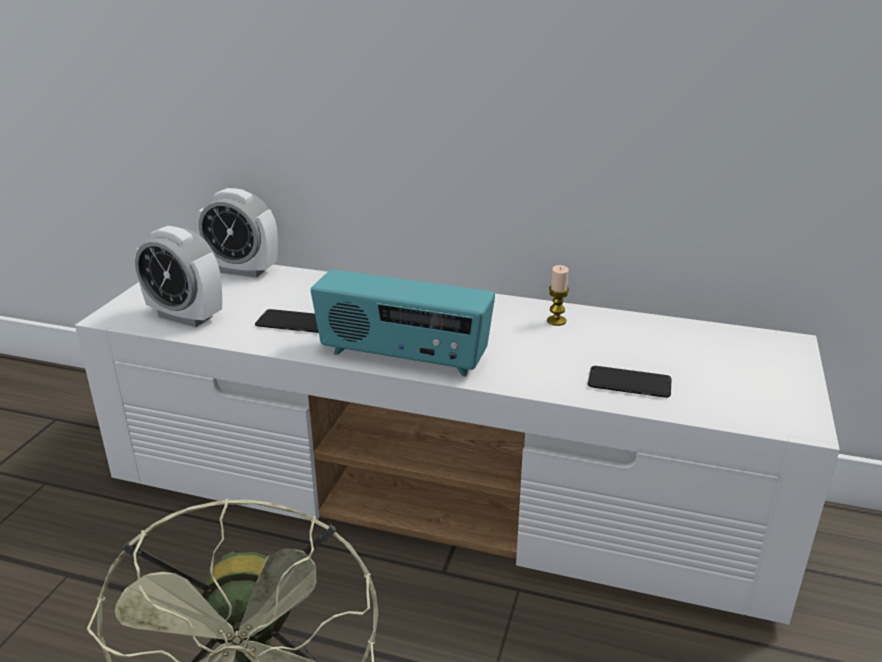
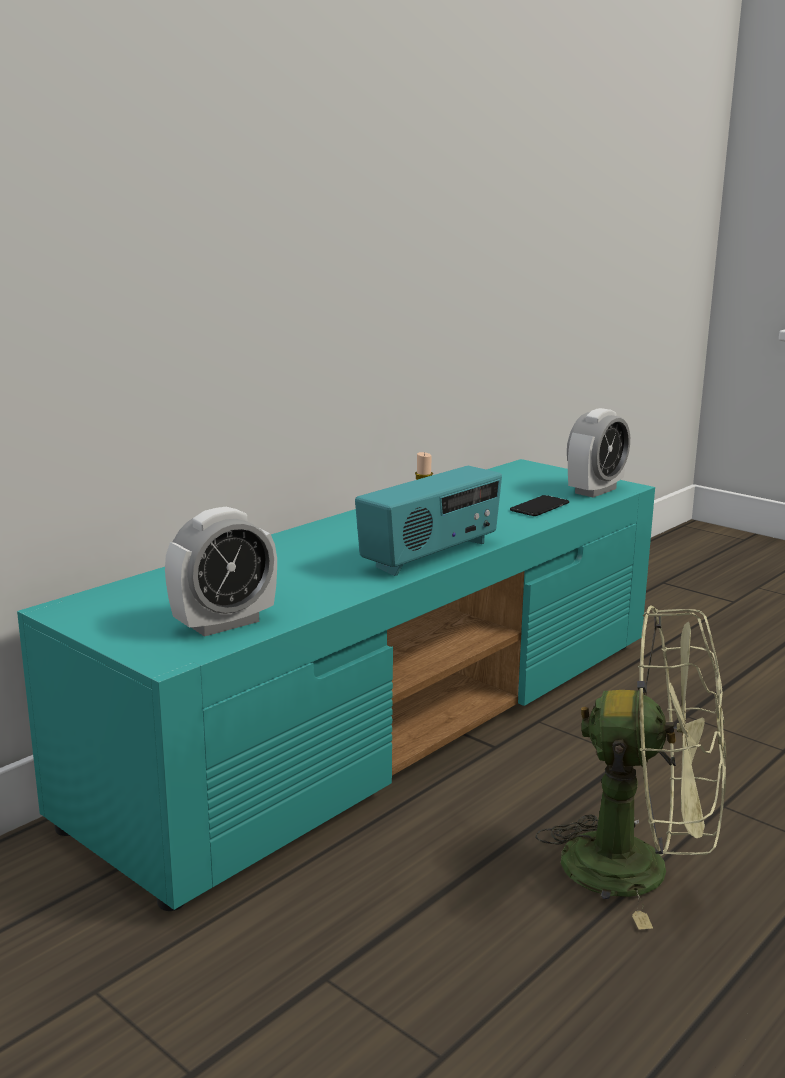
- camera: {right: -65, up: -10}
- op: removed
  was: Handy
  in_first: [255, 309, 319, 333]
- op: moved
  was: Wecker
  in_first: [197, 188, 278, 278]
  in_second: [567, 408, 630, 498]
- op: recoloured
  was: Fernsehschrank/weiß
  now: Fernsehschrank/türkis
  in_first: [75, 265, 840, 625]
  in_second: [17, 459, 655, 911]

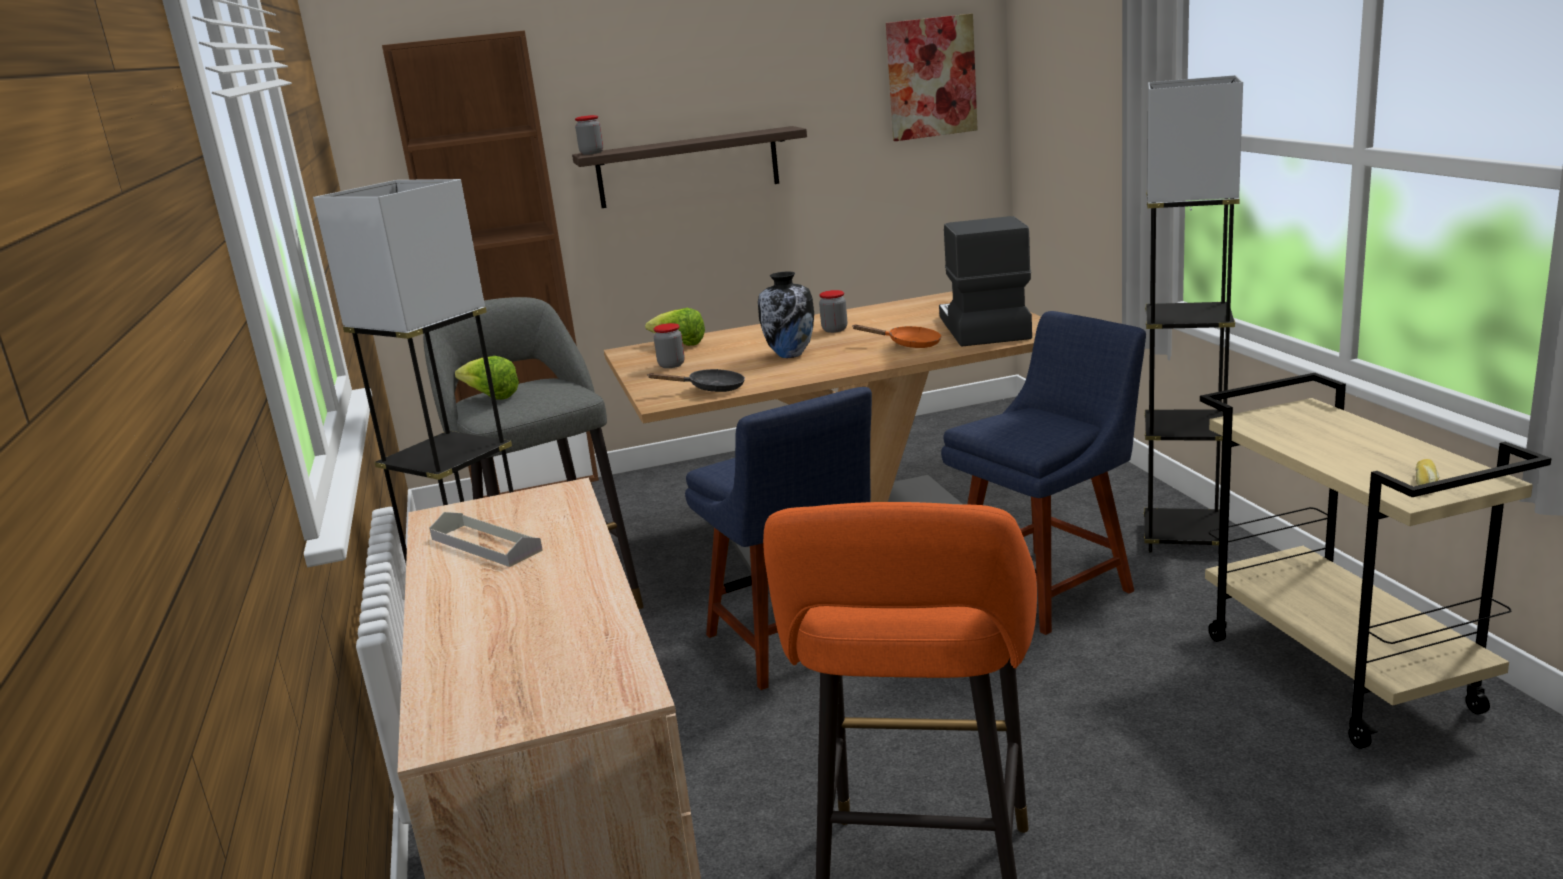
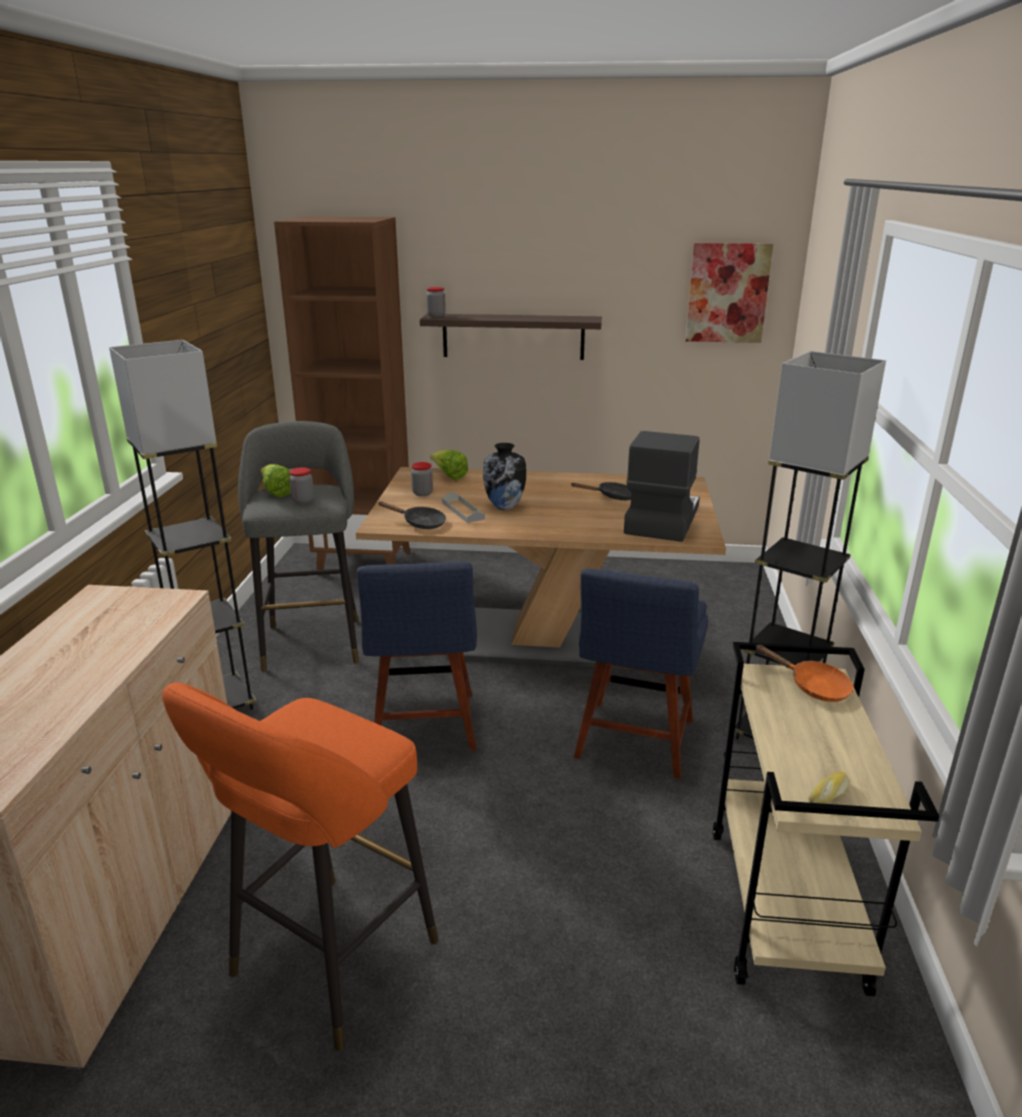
- camera: {right: 20, up: 5}
- op: added
  now: Pfanne/schwarz
  in_second: [571, 482, 631, 500]
- op: moved
  was: Tablett/grau
  in_first: [430, 512, 543, 567]
  in_second: [442, 492, 485, 523]
- op: moved
  was: Vorratsglas
  in_first: [819, 290, 847, 333]
  in_second: [289, 467, 314, 504]
- op: moved
  was: Pfanne/orange
  in_first: [852, 324, 942, 348]
  in_second: [755, 645, 854, 702]
- op: turned
  was: Stuhl/blau
  in_first: [941, 311, 1146, 635]
  in_second: [574, 569, 708, 779]
  clockwise: 120

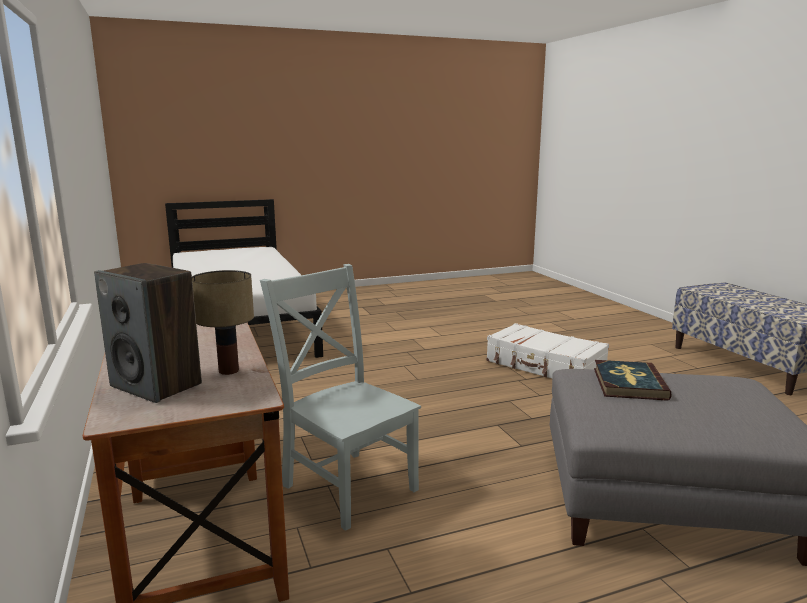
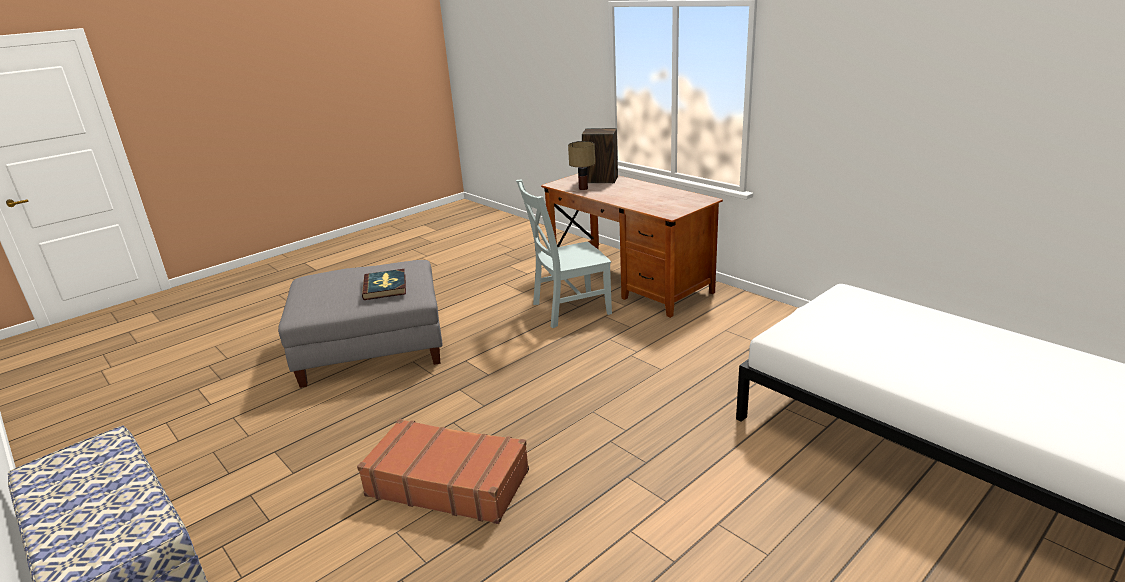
- camera: {right: 160, up: 10}
- op: recoloured
  was: Koffer/weiß
  now: Koffer/braun
  in_first: [486, 323, 609, 378]
  in_second: [357, 419, 529, 524]
- op: turned
  was: Stuhl/grau
  in_first: [260, 264, 421, 531]
  in_second: [516, 180, 612, 328]
  clockwise: 135

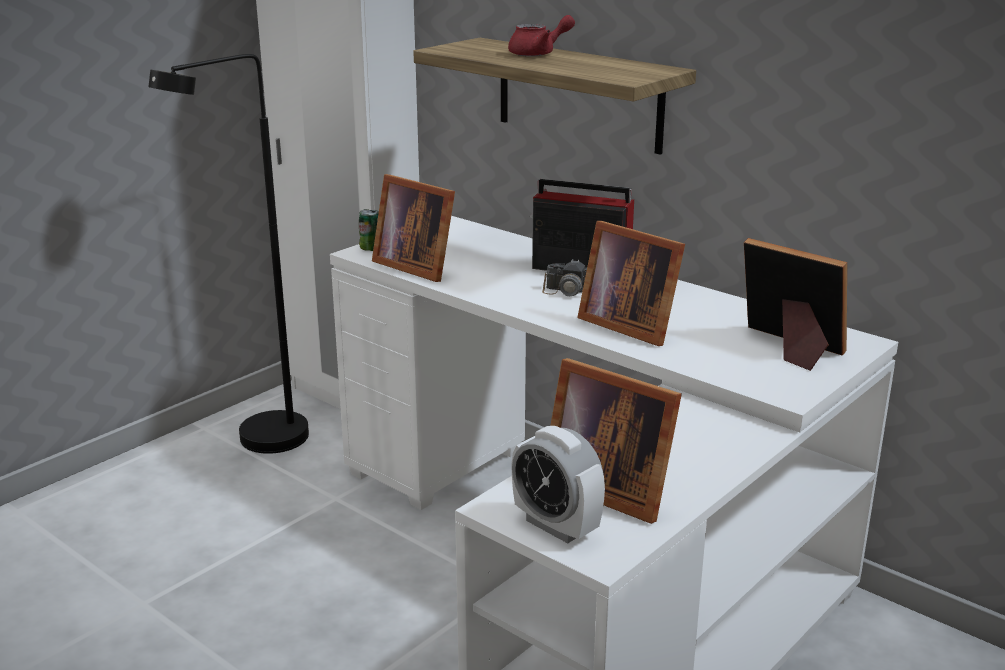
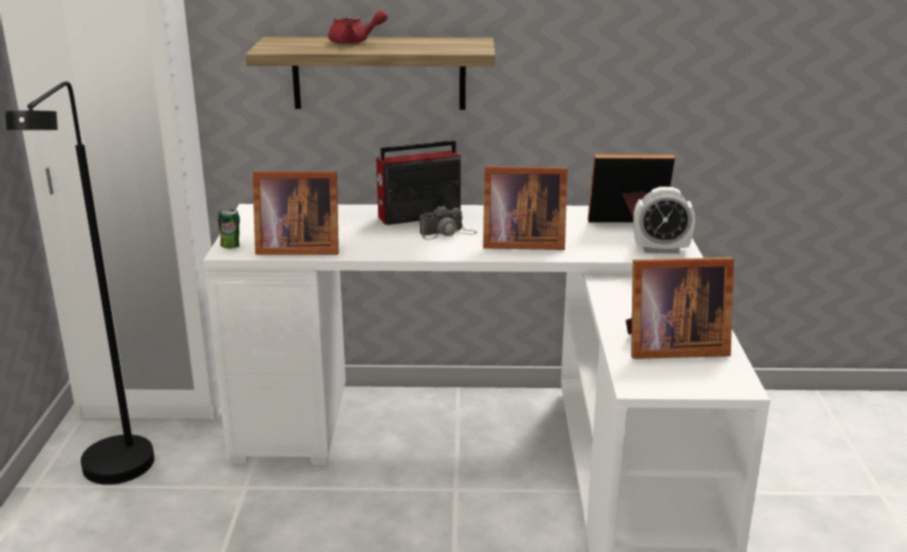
- camera: {right: -40, up: 0}
- op: moved
  was: Wecker
  in_first: [512, 426, 605, 543]
  in_second: [633, 187, 695, 254]
- op: turned
  was: Teekanne/rot
  in_first: [508, 15, 575, 57]
  in_second: [328, 10, 388, 44]
  clockwise: 60

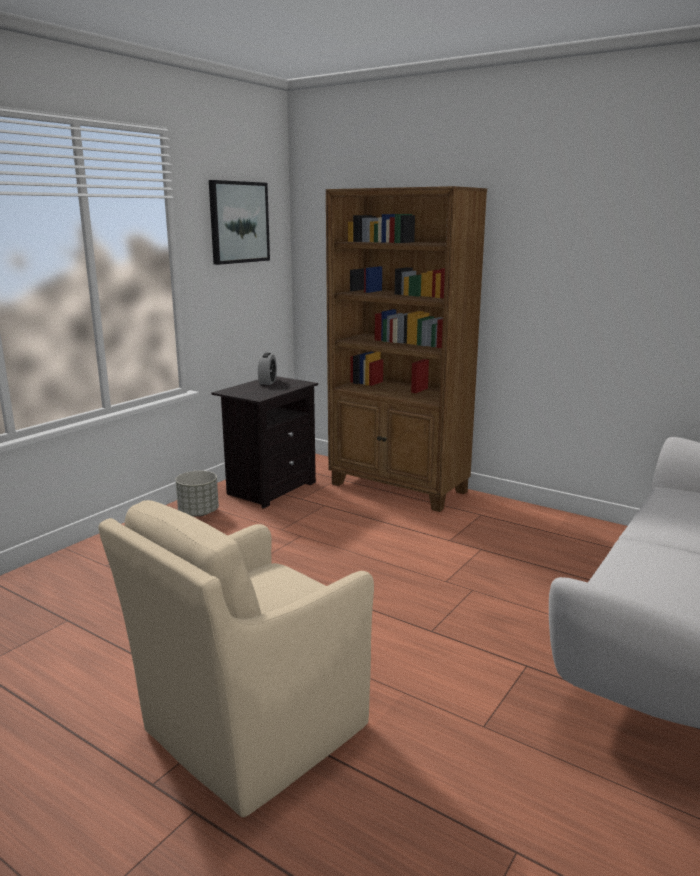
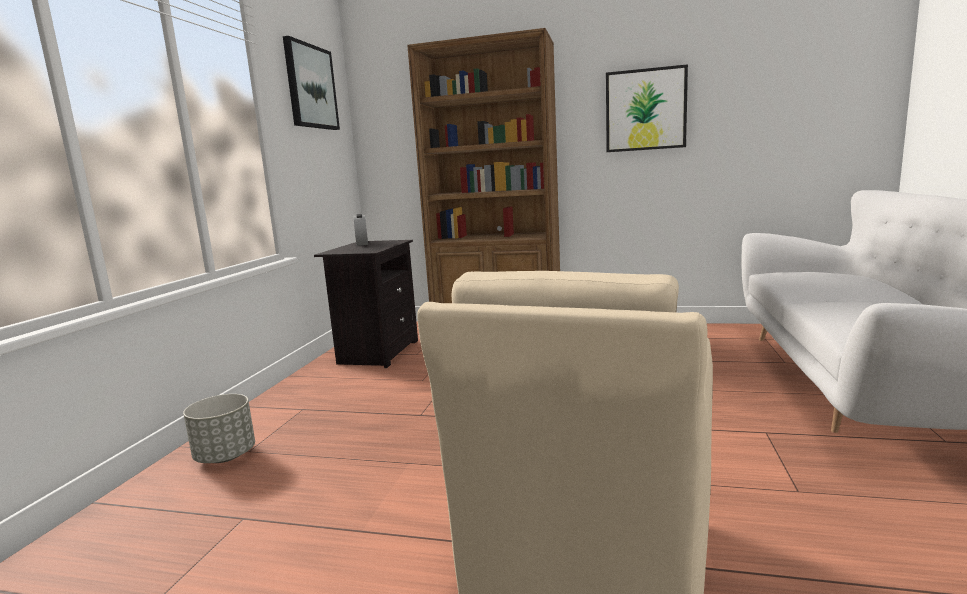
- camera: {right: -20, up: -5}
- op: added
  now: Bild
  in_second: [606, 64, 688, 152]
- op: moved
  was: Pflanzkübel/grau
  in_first: [175, 471, 219, 517]
  in_second: [183, 394, 255, 463]

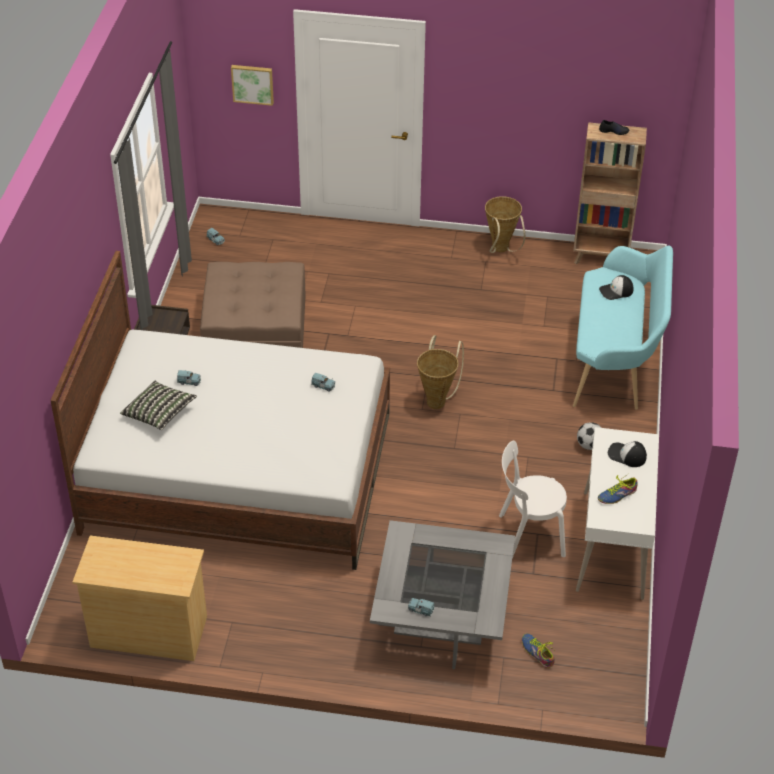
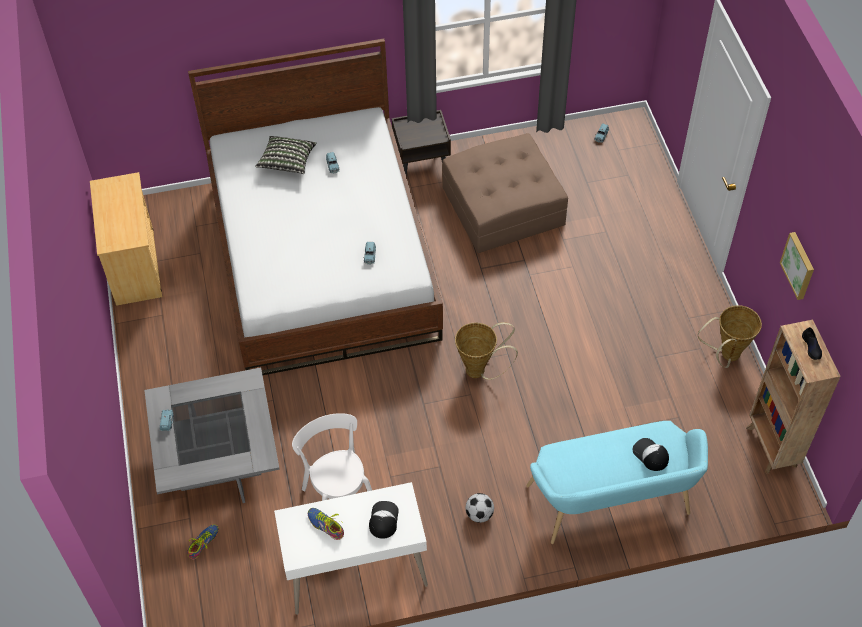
- camera: {right: 70, up: 10}
- op: moved
  was: Bild
  in_first: [231, 65, 274, 106]
  in_second: [780, 232, 814, 300]

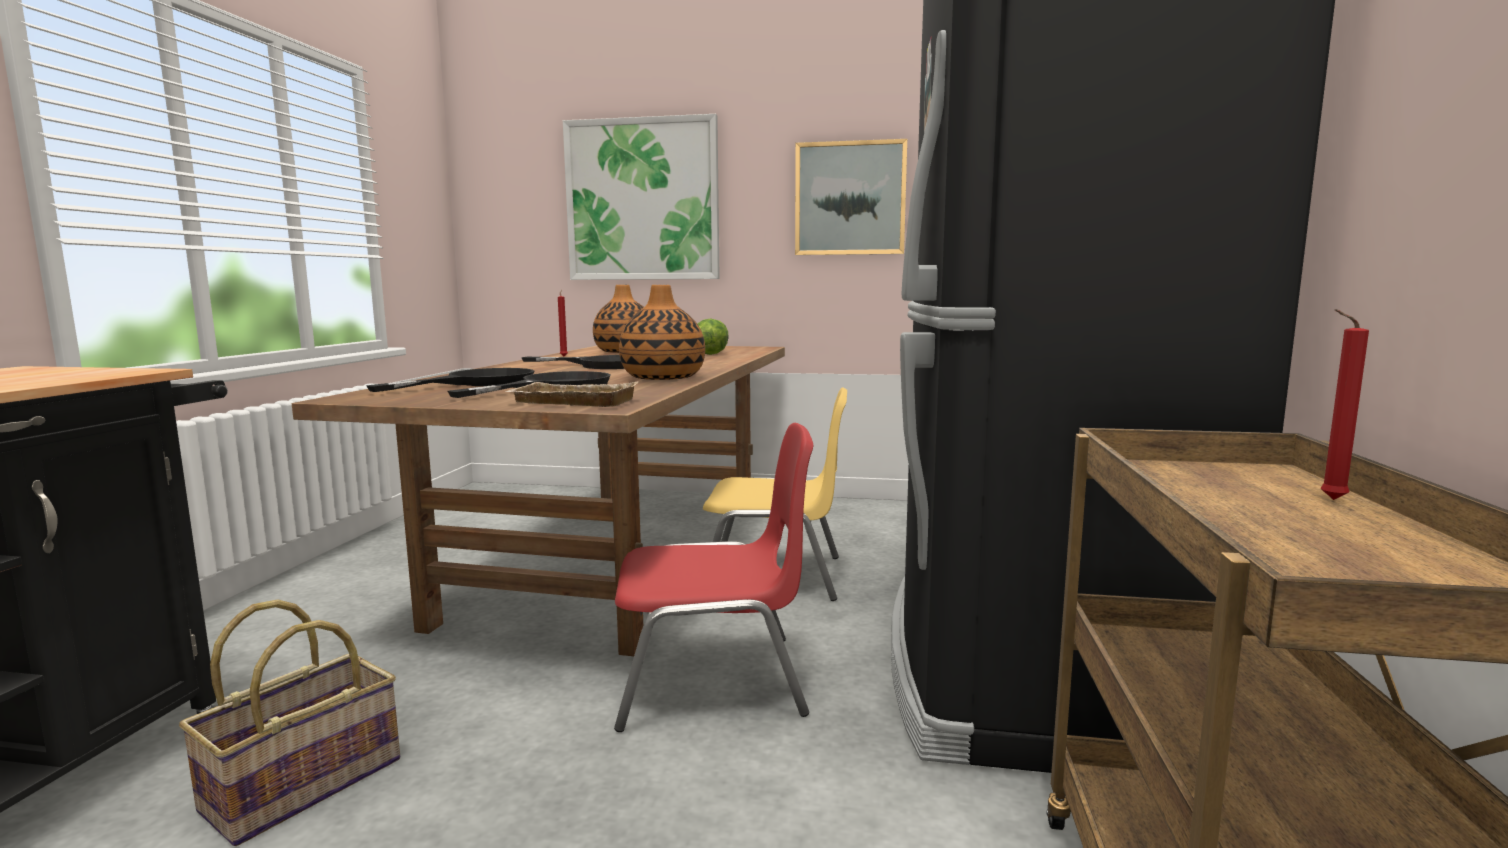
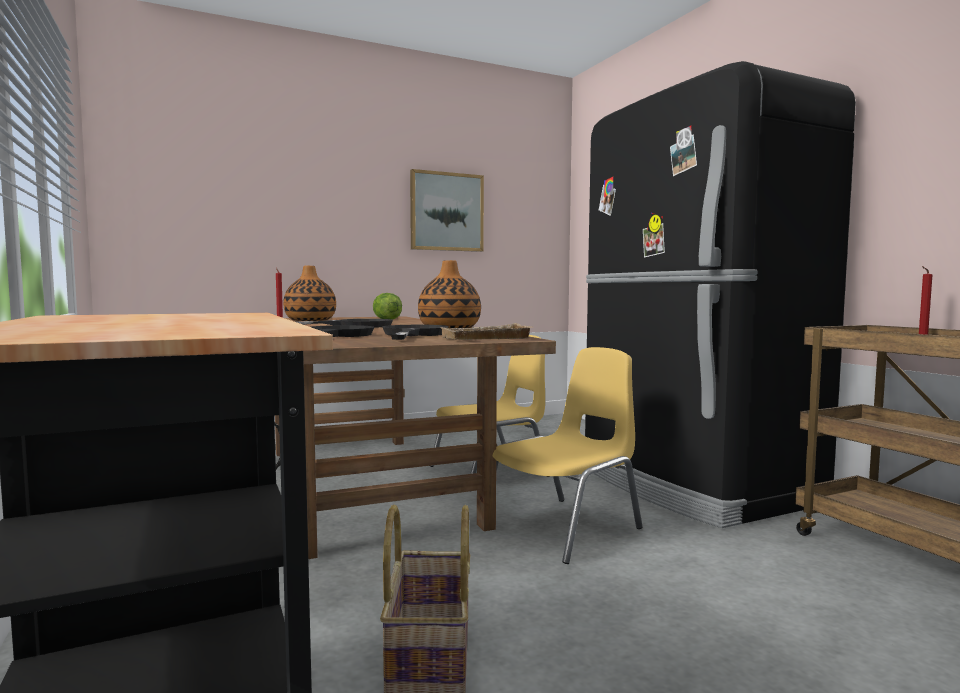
- camera: {right: -35, up: -5}
- op: removed
  was: Bild
  in_first: [563, 114, 720, 280]
- op: recoloured
  was: Stuhl/rot
  now: Stuhl/gelb
  in_first: [614, 423, 813, 732]
  in_second: [493, 347, 642, 564]

